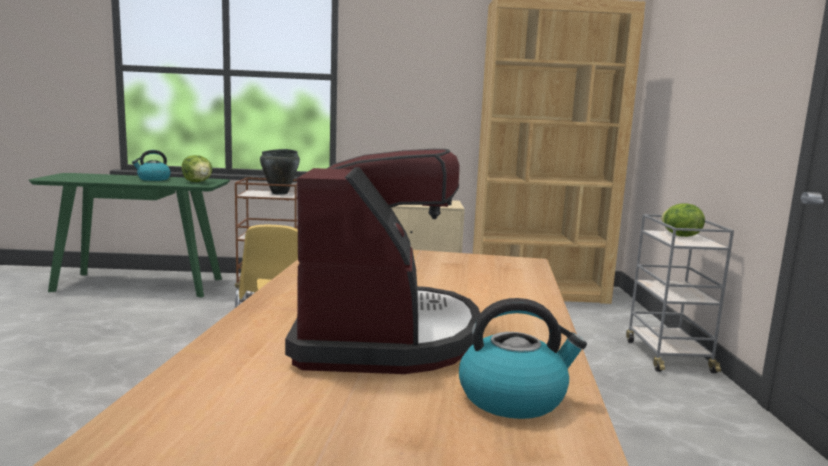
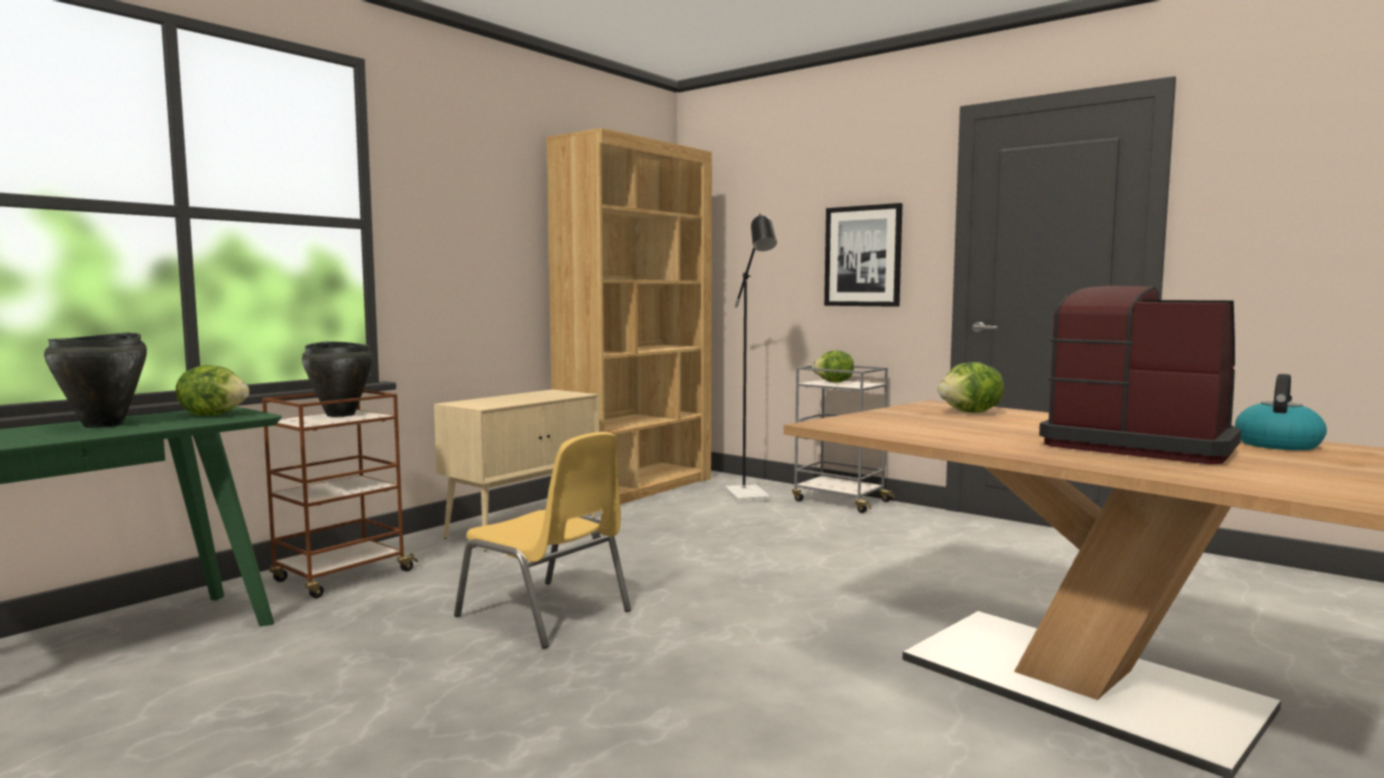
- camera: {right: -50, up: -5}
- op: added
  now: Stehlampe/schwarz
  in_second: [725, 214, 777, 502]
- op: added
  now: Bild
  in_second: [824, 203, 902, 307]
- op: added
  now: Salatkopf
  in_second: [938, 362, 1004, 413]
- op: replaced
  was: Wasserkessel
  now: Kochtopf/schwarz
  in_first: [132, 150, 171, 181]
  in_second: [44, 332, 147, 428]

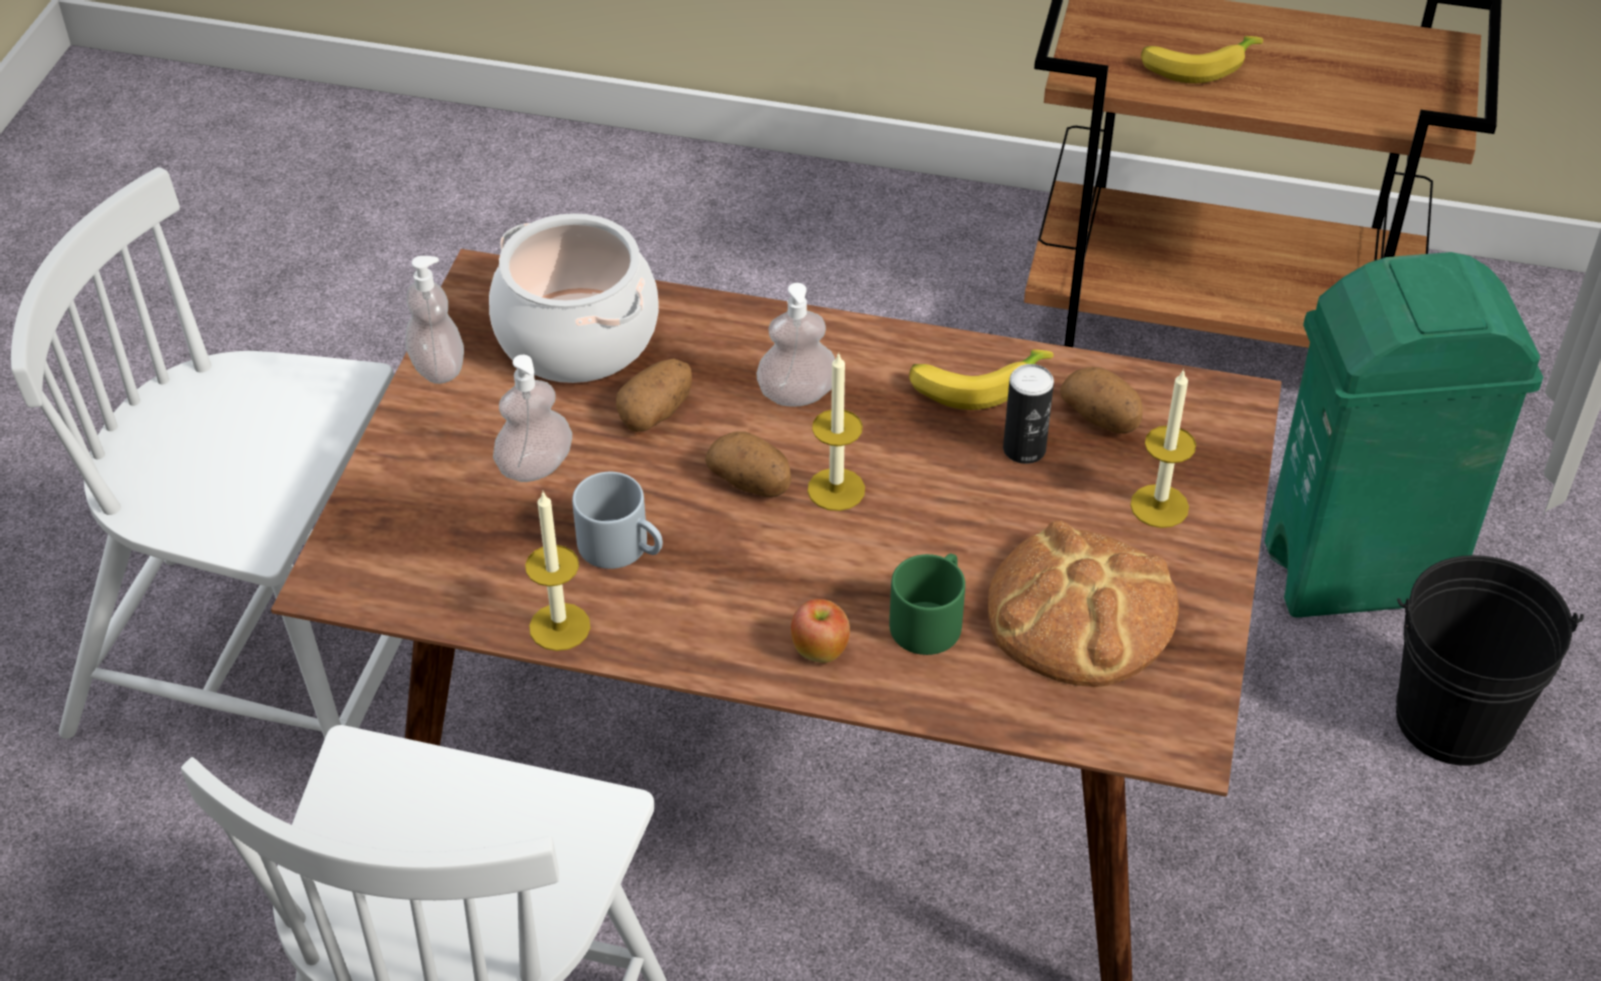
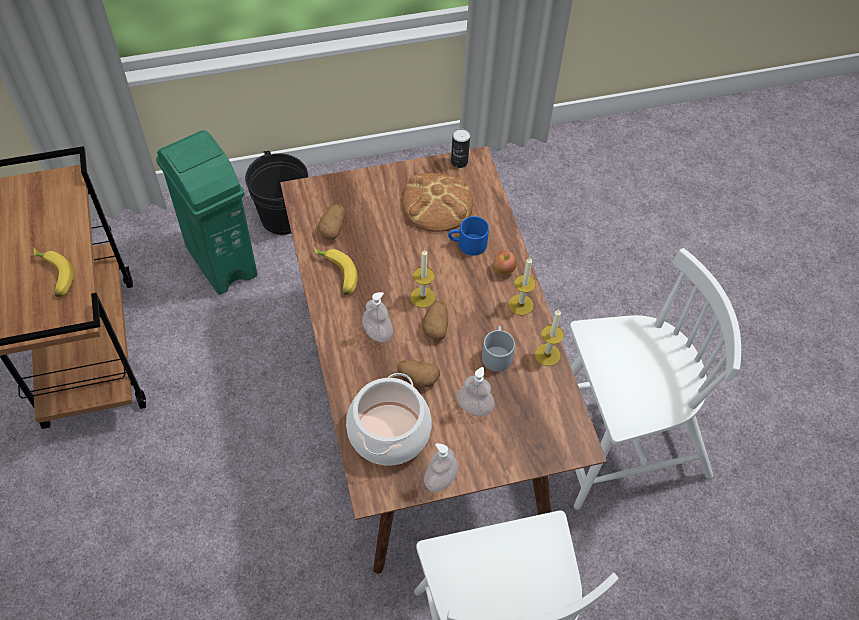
- camera: {right: -120, up: 10}
- op: moved
  was: Dose
  in_first: [1003, 364, 1054, 464]
  in_second: [451, 129, 470, 168]
- op: moved
  was: Kerze
  in_first: [1130, 369, 1196, 528]
  in_second: [509, 257, 536, 316]
- op: recoloured
  was: Henkelbecher/grün
  now: Henkelbecher/blau
  in_first: [889, 553, 965, 655]
  in_second: [448, 216, 489, 256]

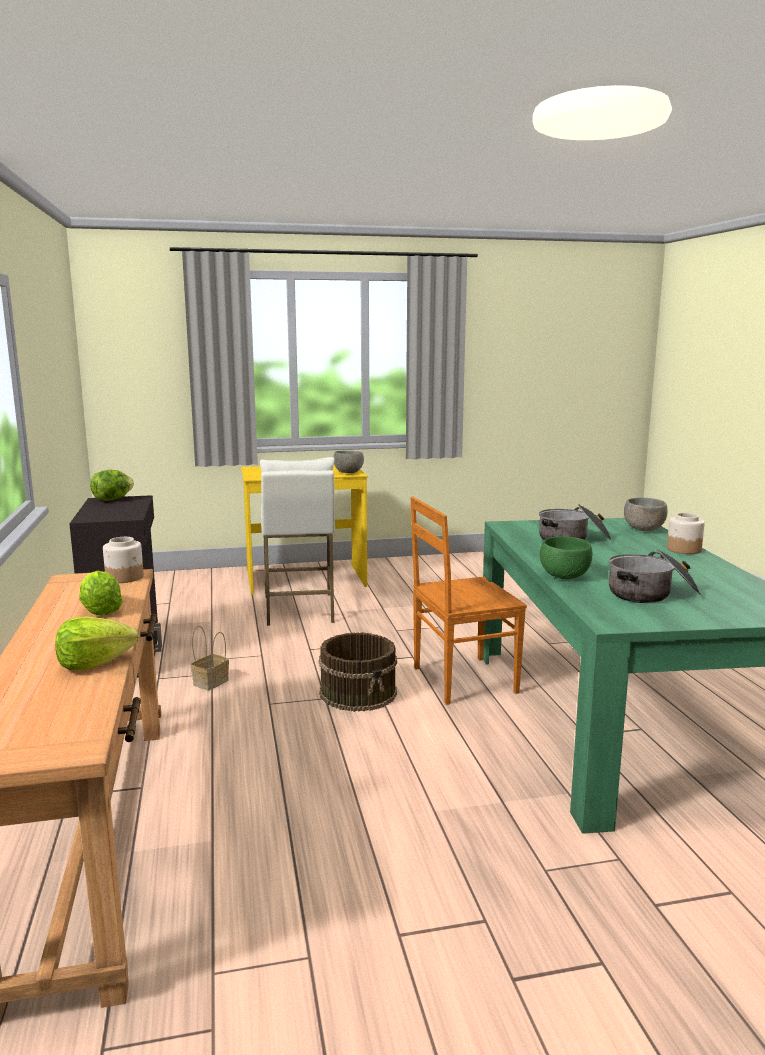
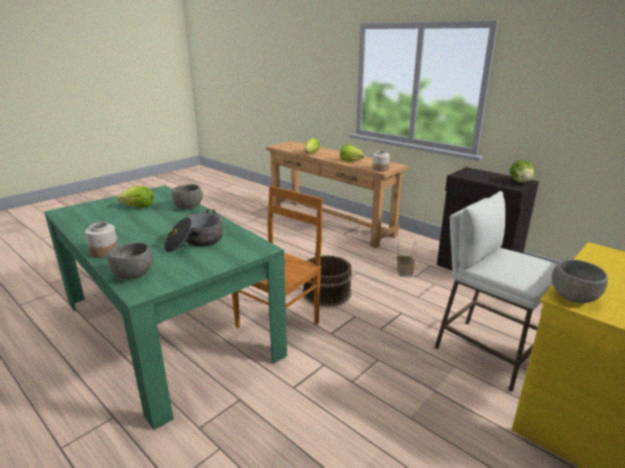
- camera: {right: 145, up: 10}
- op: replaced
  was: Kochtopf
  now: Salatkopf
  in_first: [609, 549, 701, 603]
  in_second: [117, 186, 154, 207]
- op: recoloured
  was: Schüssel/grün
  now: Schüssel/grau
  in_first: [540, 536, 592, 579]
  in_second: [172, 184, 203, 209]

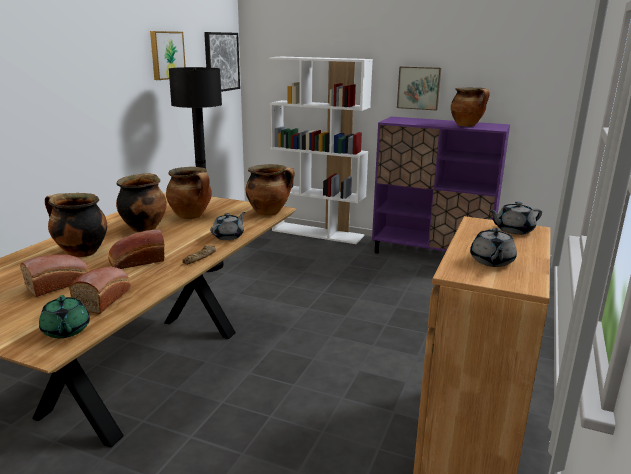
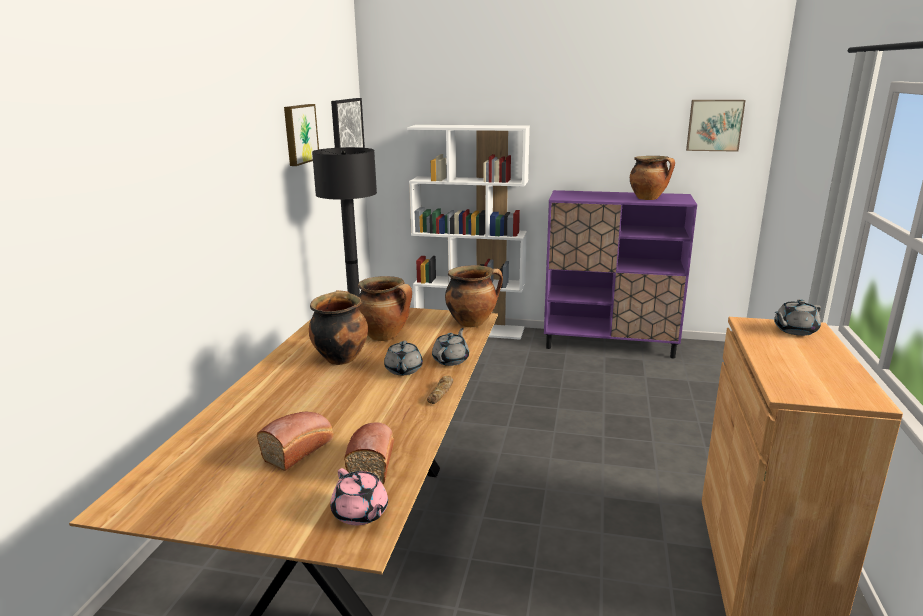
- camera: {right: -10, up: 0}
- op: removed
  was: Kochtopf
  in_first: [45, 193, 107, 257]
- op: removed
  was: Brot
  in_first: [108, 230, 164, 269]
- op: moved
  was: Bild
  in_first: [397, 66, 441, 111]
  in_second: [686, 100, 746, 152]
- op: moved
  was: Teekanne/grau
  in_first: [470, 228, 517, 267]
  in_second: [384, 341, 423, 375]
- op: recoloured
  was: Teekanne/grün
  now: Teekanne/rosa
  in_first: [39, 295, 90, 338]
  in_second: [330, 468, 388, 525]

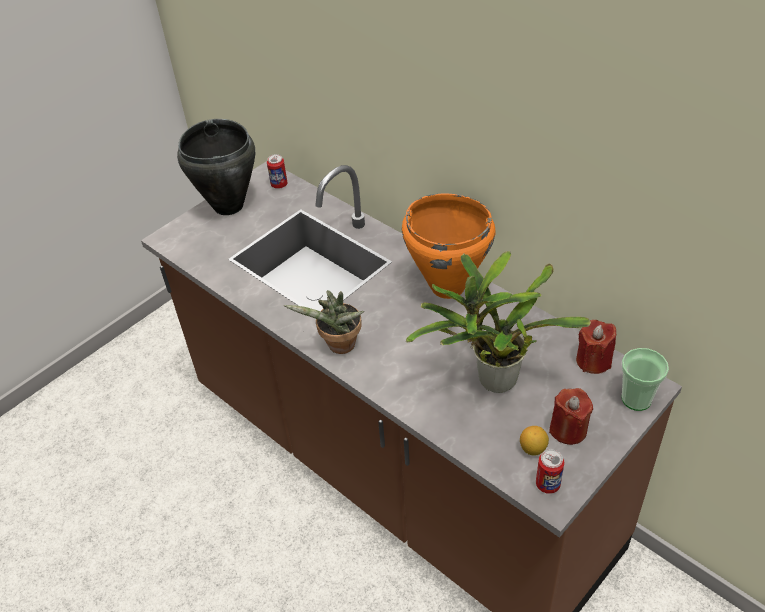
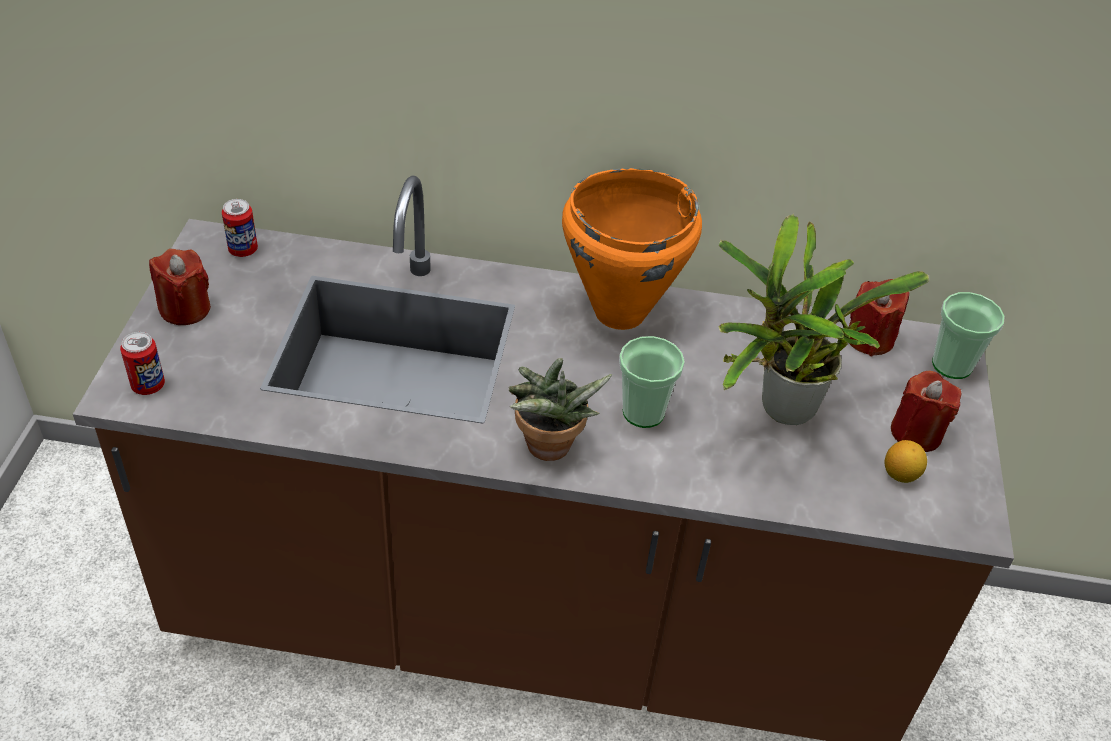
- camera: {right: -40, up: 0}
- op: added
  now: Tasse
  in_second: [619, 336, 685, 428]
- op: moved
  was: Dose
  in_first: [536, 449, 564, 494]
  in_second: [120, 332, 165, 395]
- op: replaced
  was: Kochtopf/schwarz
  now: Kerze/rot
  in_first: [177, 119, 255, 215]
  in_second: [149, 249, 211, 325]

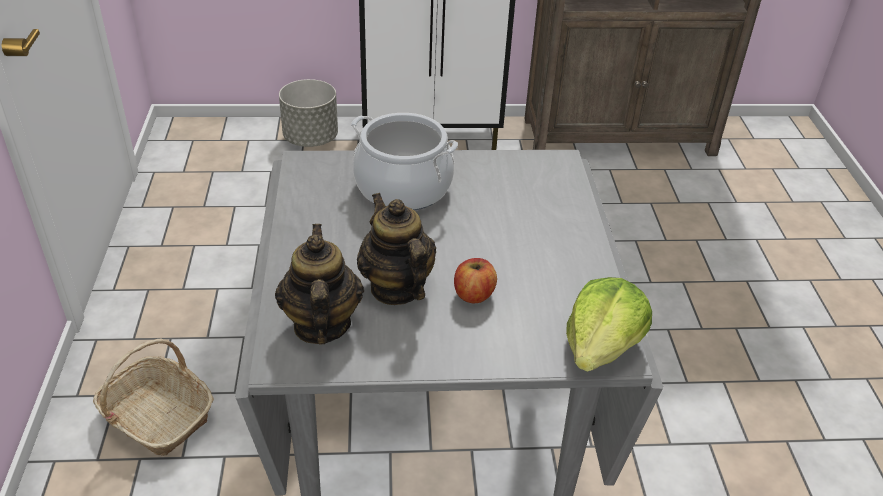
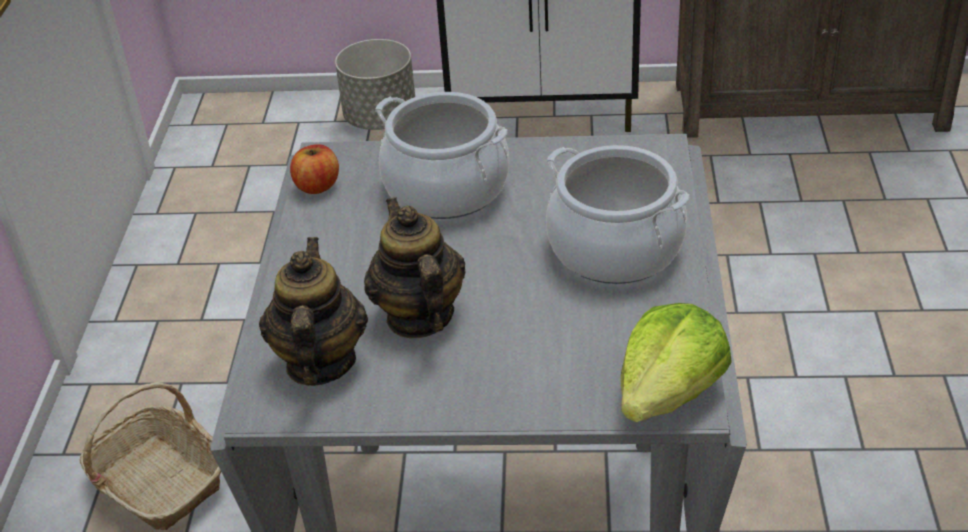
- camera: {right: 10, up: 0}
- op: added
  now: Kochtopf
  in_second: [546, 145, 690, 284]
- op: moved
  was: Apfel
  in_first: [454, 258, 497, 303]
  in_second: [290, 144, 339, 194]

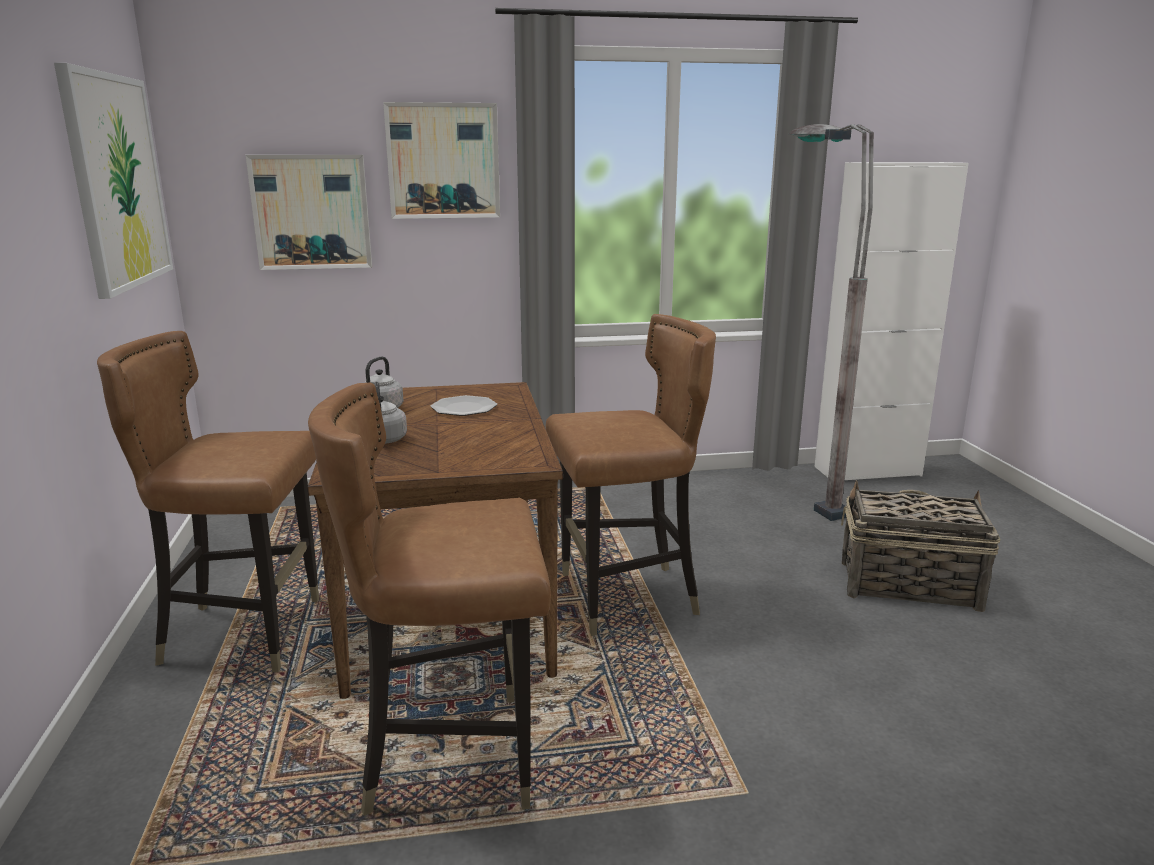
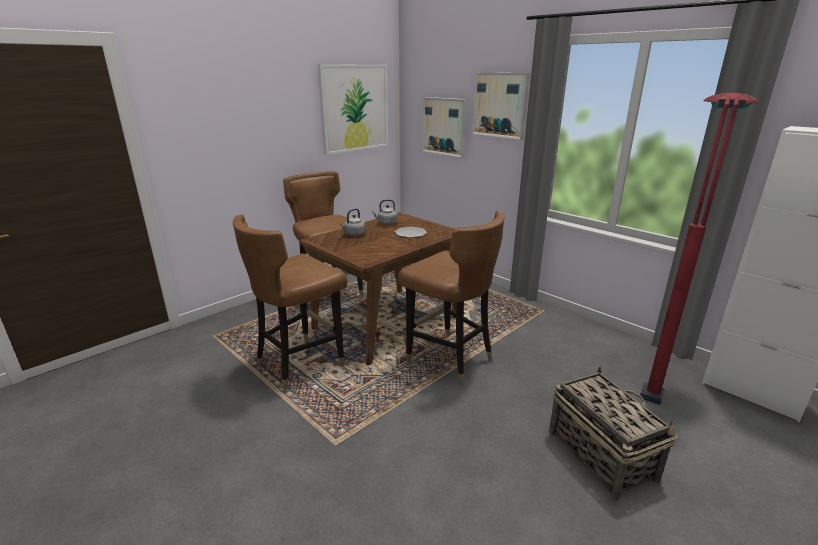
- camera: {right: 55, up: 5}
- op: recoloured
  was: Stehlampe/grau
  now: Stehlampe/rot
  in_first: [788, 124, 874, 521]
  in_second: [640, 93, 760, 405]
- op: turned
  was: Stuhl/braun
  in_first: [308, 383, 551, 816]
  in_second: [233, 215, 347, 391]
  clockwise: -90

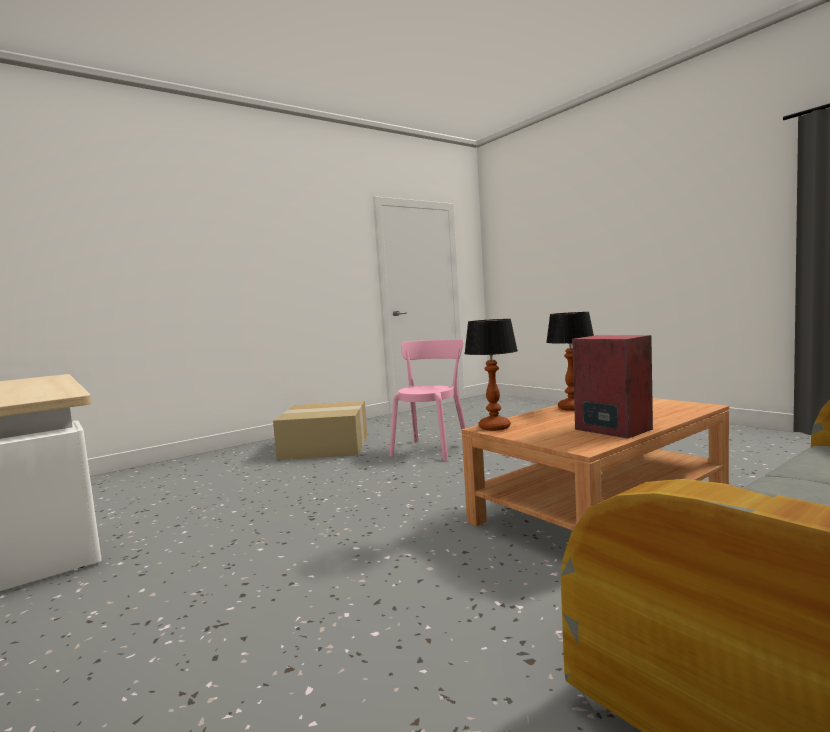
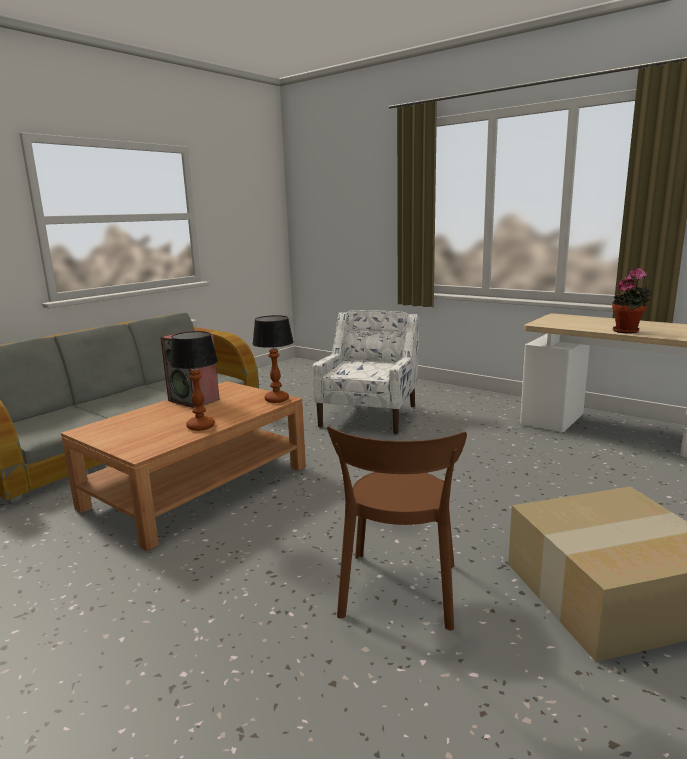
- camera: {right: 165, up: 10}
- op: added
  now: Sessel/weiß
  in_second: [312, 310, 419, 434]
- op: added
  now: Topfpflanze
  in_second: [612, 268, 653, 334]
- op: recoloured
  was: Stuhl/rosa
  now: Stuhl/braun
  in_first: [390, 339, 466, 461]
  in_second: [327, 426, 467, 631]

